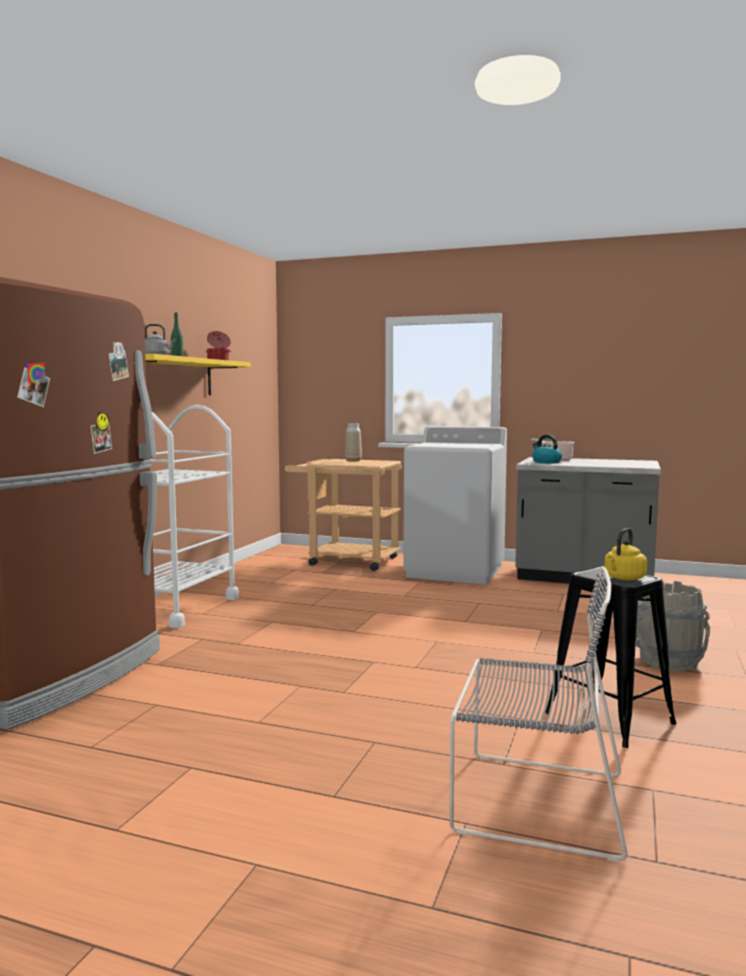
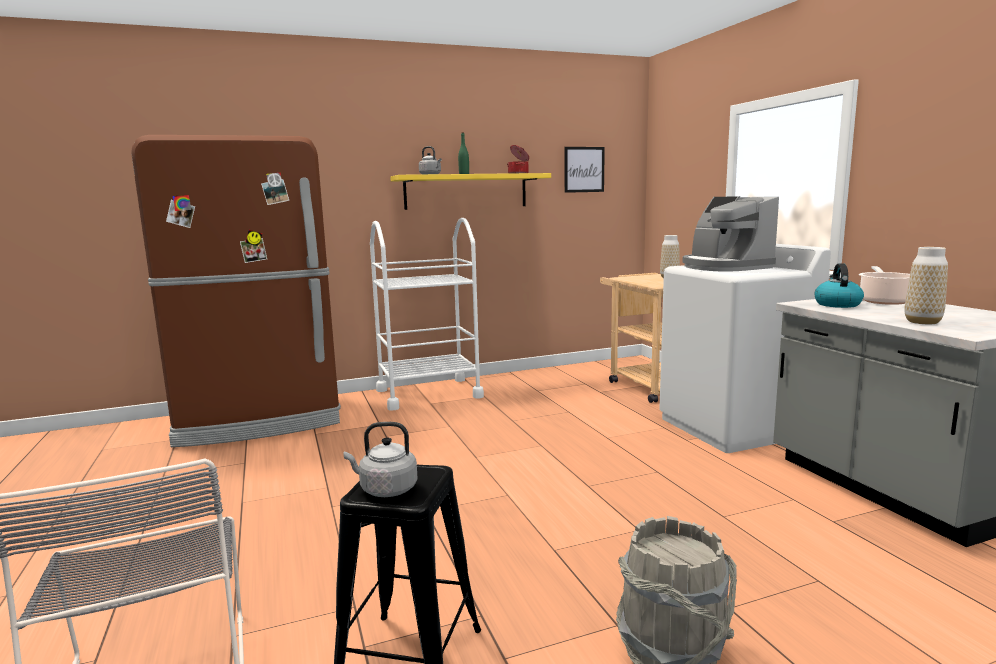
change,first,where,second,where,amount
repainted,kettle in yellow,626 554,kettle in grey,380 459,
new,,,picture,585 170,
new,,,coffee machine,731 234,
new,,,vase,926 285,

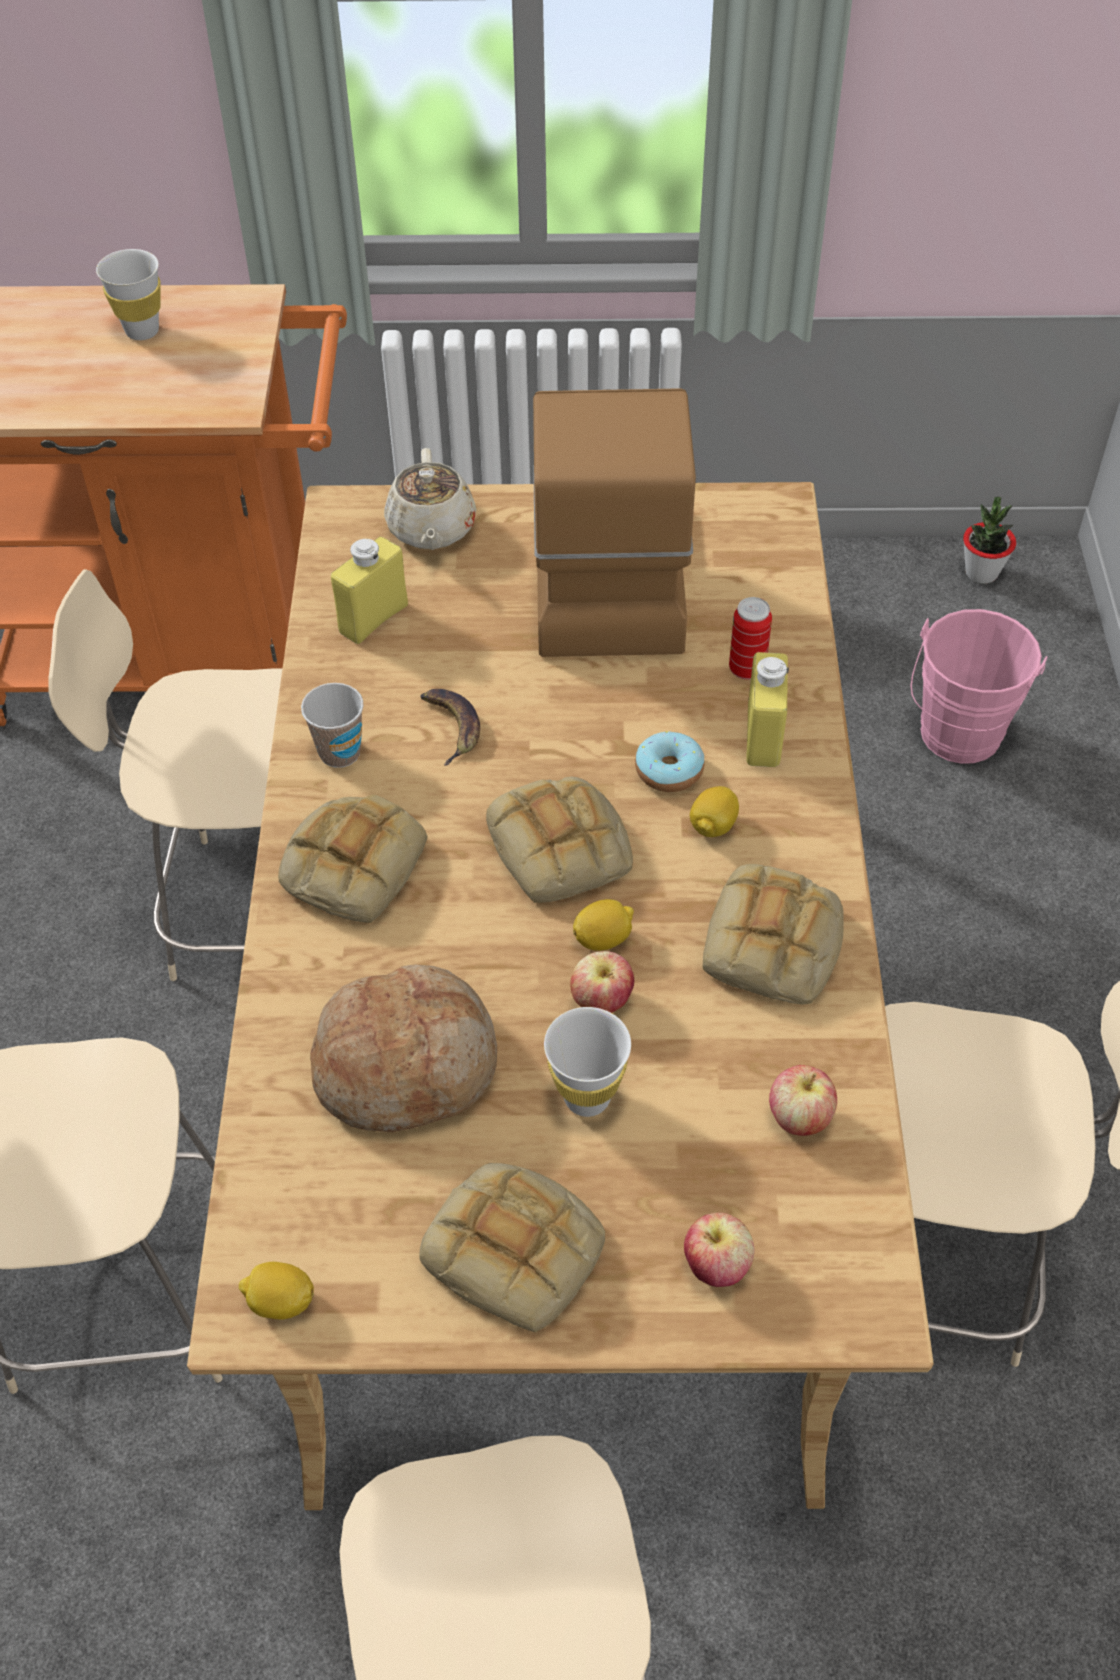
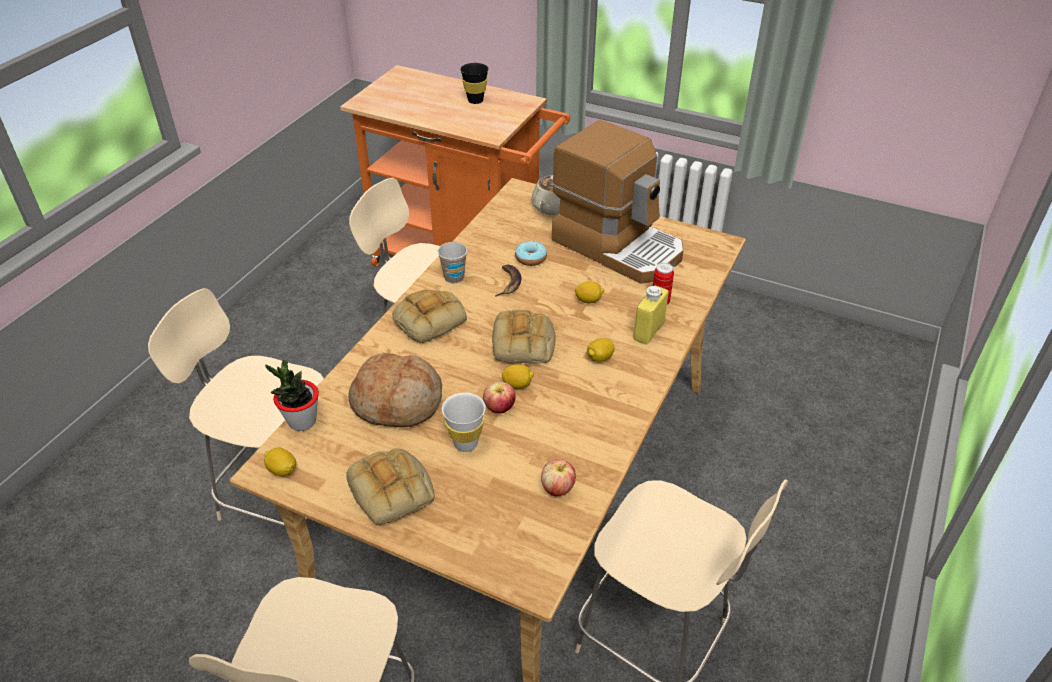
change,first,where,second,where,amount
shifted,potted plant,989 540,,292 395,
repainted,cup in white,128 294,cup in black,474 83,
shifted,donut,669 761,,531 253,
rotated,coffee machine,614 522,,617 202,105 degrees clockwise
new,,,lemon,589 292,
gone,bottle in yellow,369 590,,,
gone,apple,719 1250,,,
gone,bread,773 934,,,
gone,bucket in pink,979 686,,,

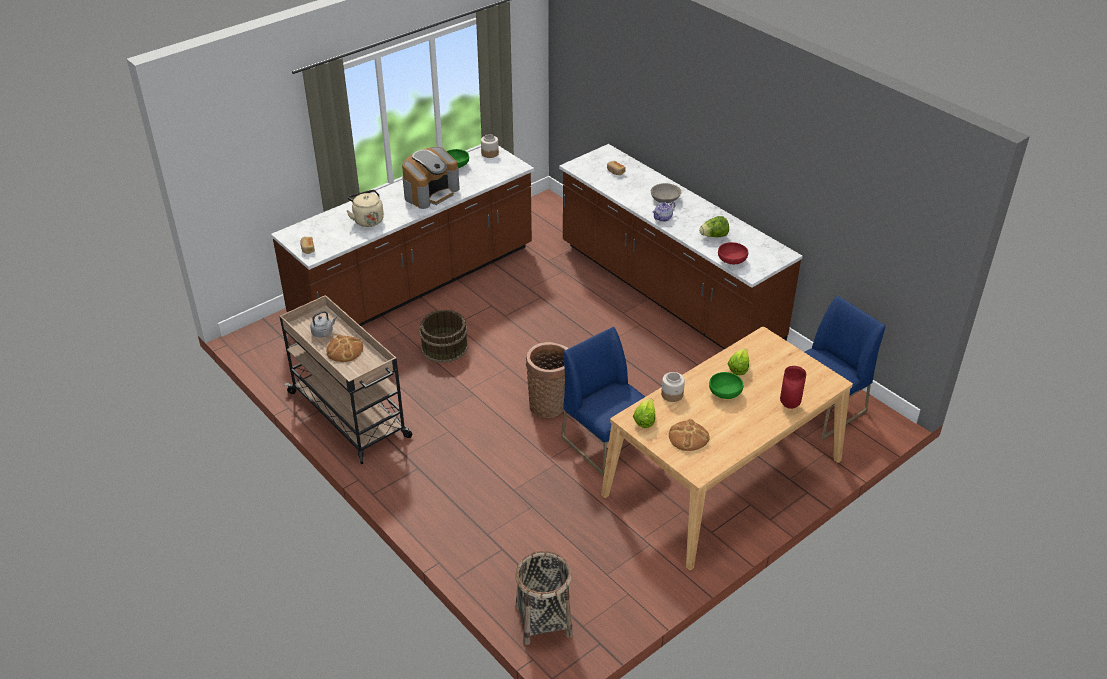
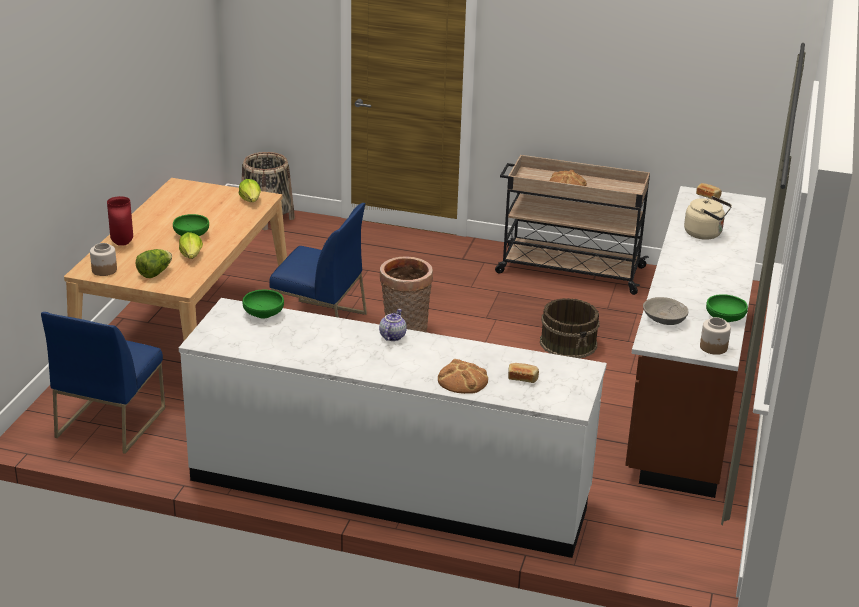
change,first,where,second,where,amount
shifted,jar,673 387,,103 259,
shifted,lettuce,714 227,,154 263,
repainted,counter in brown,681 246,counter in white,393 428,
repainted,bowl in red,733 253,bowl in green,263 304,
shifted,bread,689 435,,463 376,
shifted,bowl in grey,666 193,,665 311,
gone,kettle in grey,323 324,,,
gone,coffee machine,431 178,,,

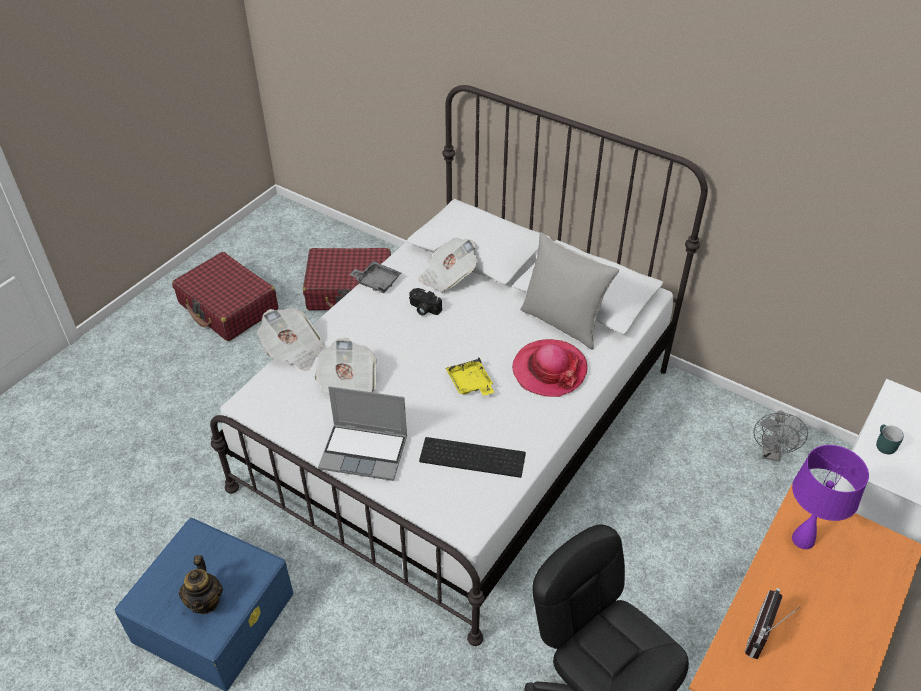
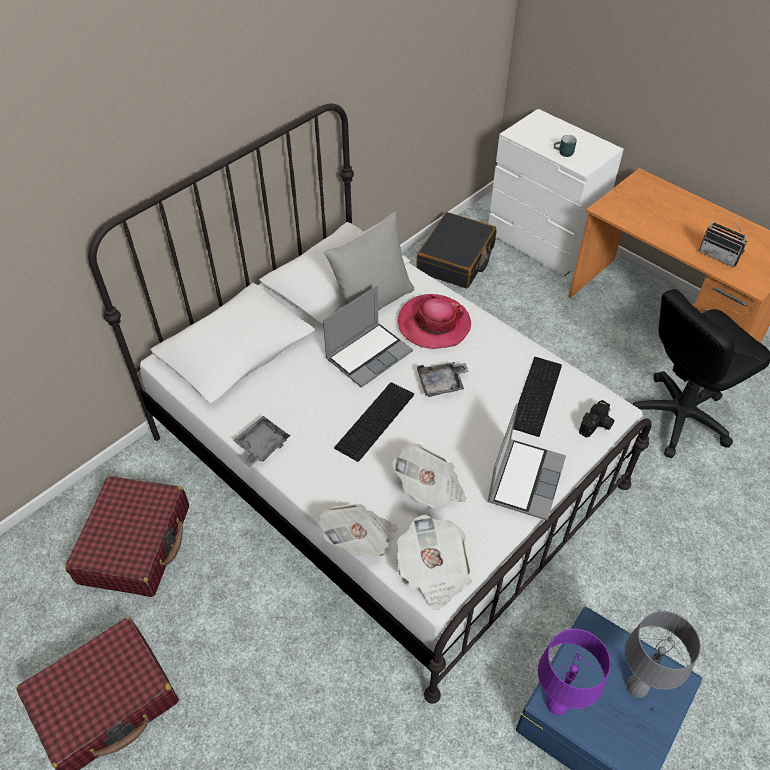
change,first,where,second,where,amount
new,,,laptop,368 336,
new,,,keyboard,374 422,
shifted,newspaper,448 265,,434 562,
swapped,fan in grey,781 436,suitcase in black,456 250,
repainted,tray in yellow,470 376,tray in grey,443 379,
shifted,table lamp in purple,830 497,,574 672,
shifted,photo camera,425 302,,597 419,
swapped,teapot,201 584,table lamp in grey,663 654,

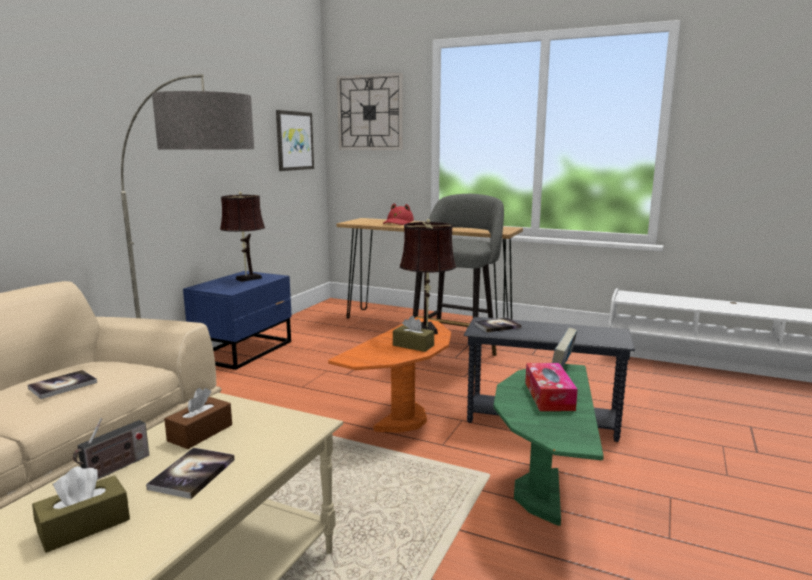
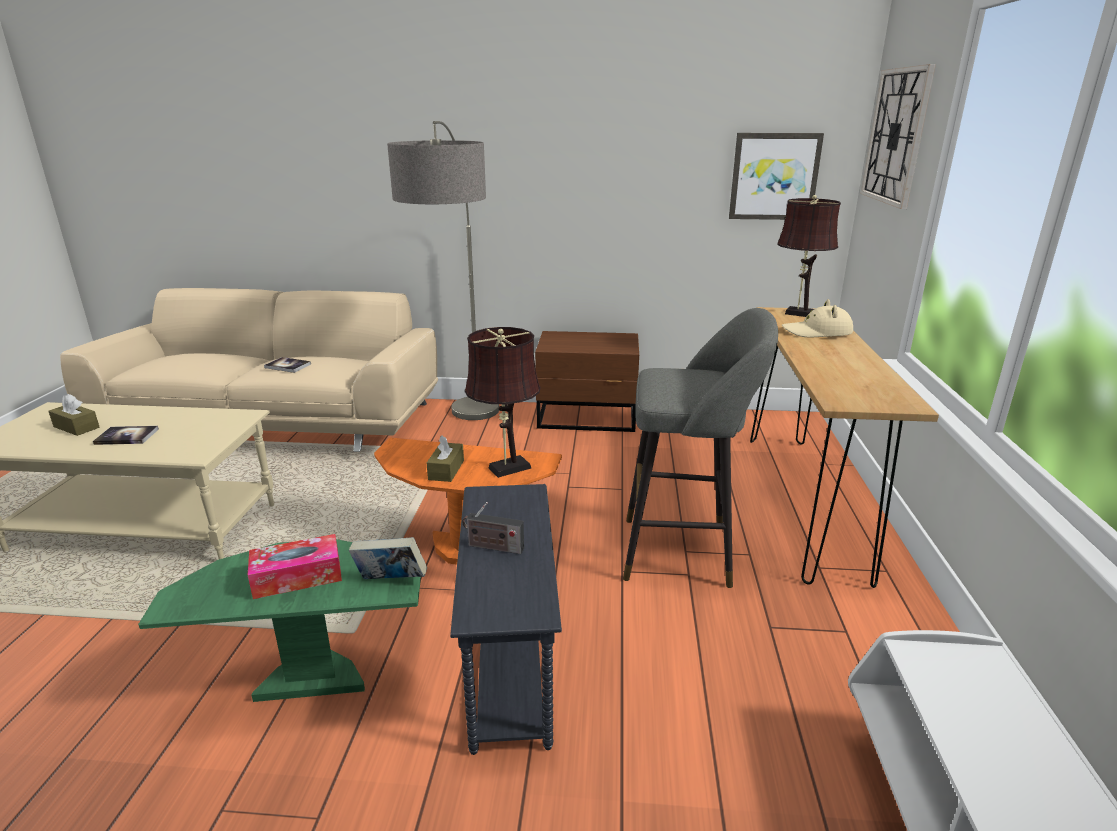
change,first,where,second,where,amount
shifted,radio,111 449,,493 528,
repainted,nightstand in blue,237 320,nightstand in brown,587 381,
shifted,table lamp in brown,242 237,,809 256,
repainted,hat in red,398 214,hat in beige,817 318,
gone,tissue box in brown,198 418,,,
gone,book,498 324,,,

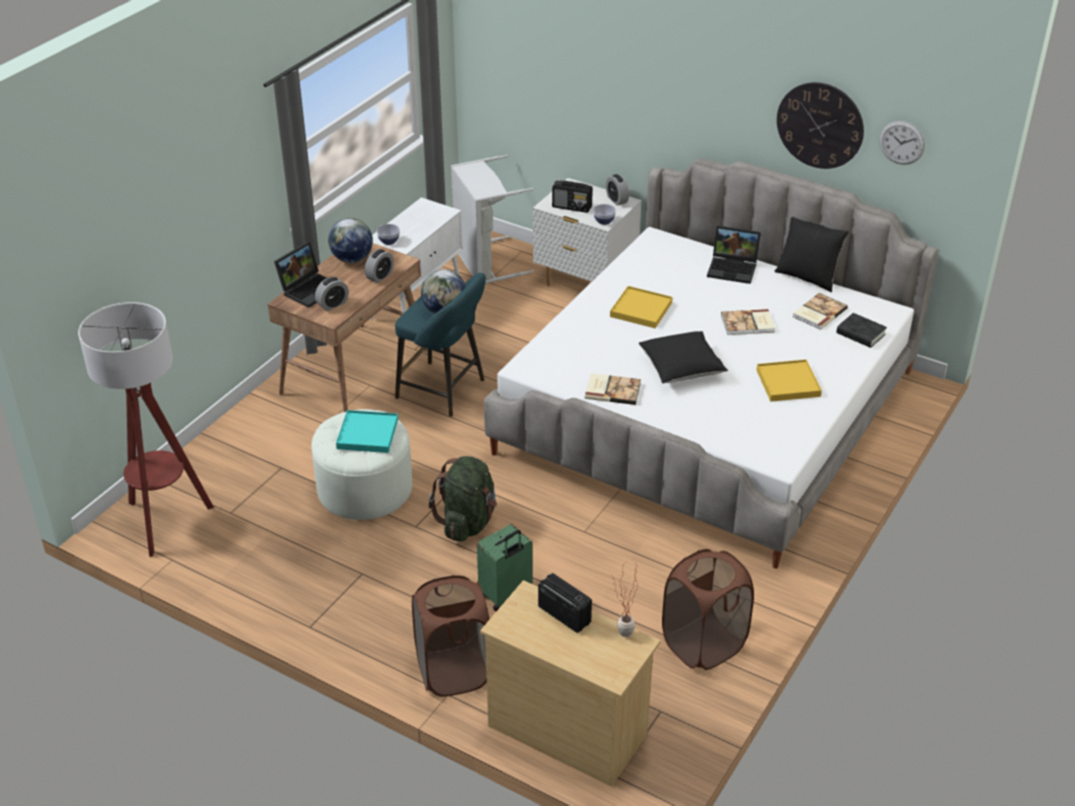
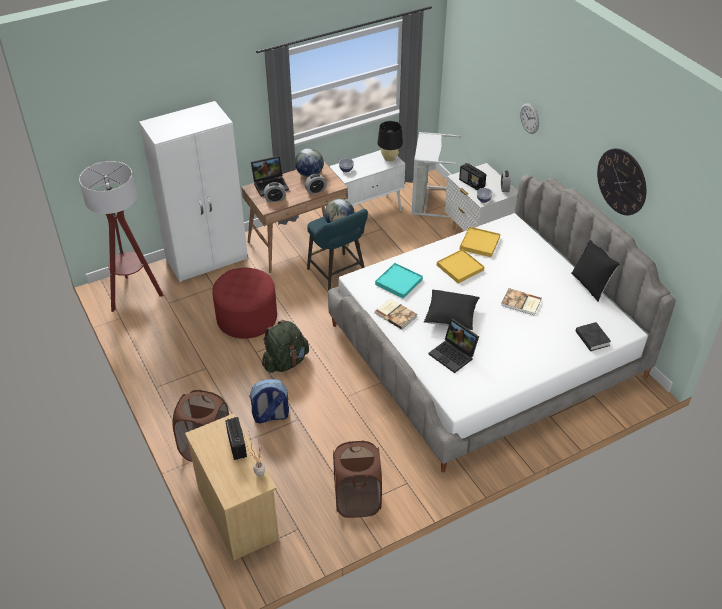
change,first,where,second,where,amount
new,,,wardrobe in white,193 191,
repainted,ottoman in white,362 464,ottoman in red,244 303,
swapped,suitcase in green,505 567,backpack,269 401,
shifted,tray in turquoise,367 431,,399 281,
new,,,table lamp in black,390 141,
shifted,laptop,734 254,,454 345,
shifted,tray in yellow,789 380,,480 242,
shifted,wall clock,902 143,,529 118,
gone,book,820 311,,,

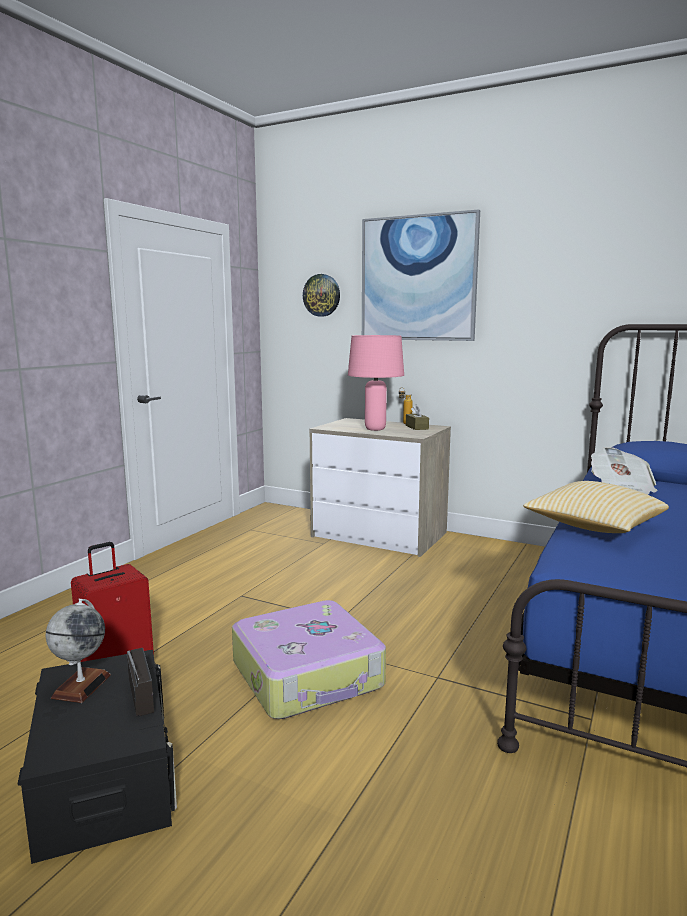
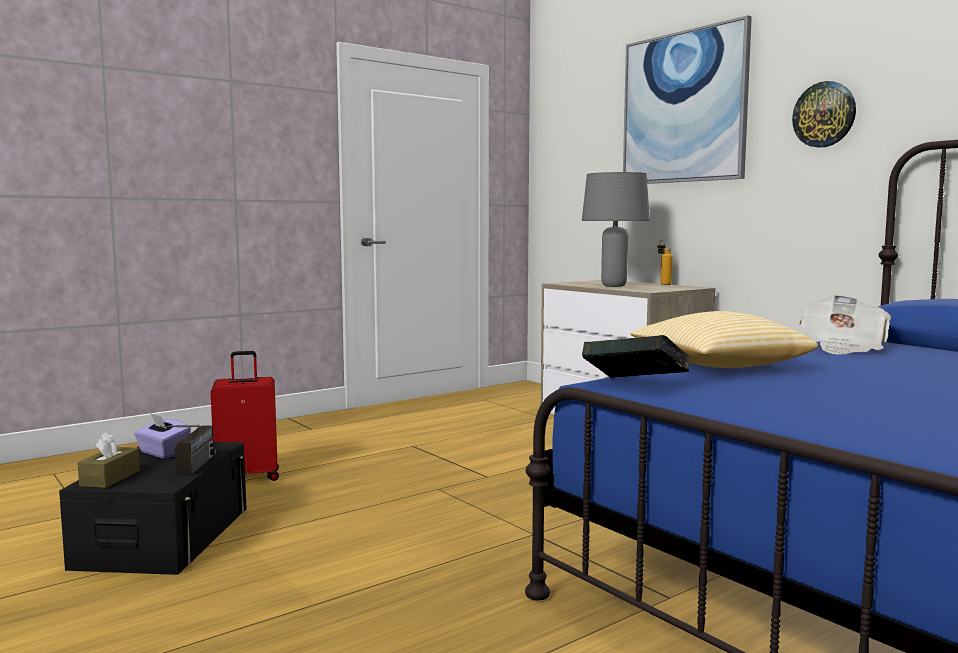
change,first,where,second,where,amount
shifted,tissue box in brown,417 417,,109 460,
swapped,globe,78 651,tissue box in purple,162 436,
repainted,table lamp in pink,376 383,table lamp in grey,616 229,
new,,,book,636 356,
shifted,wall clock,321 295,,824 114,
gone,suitcase,309 659,,,

